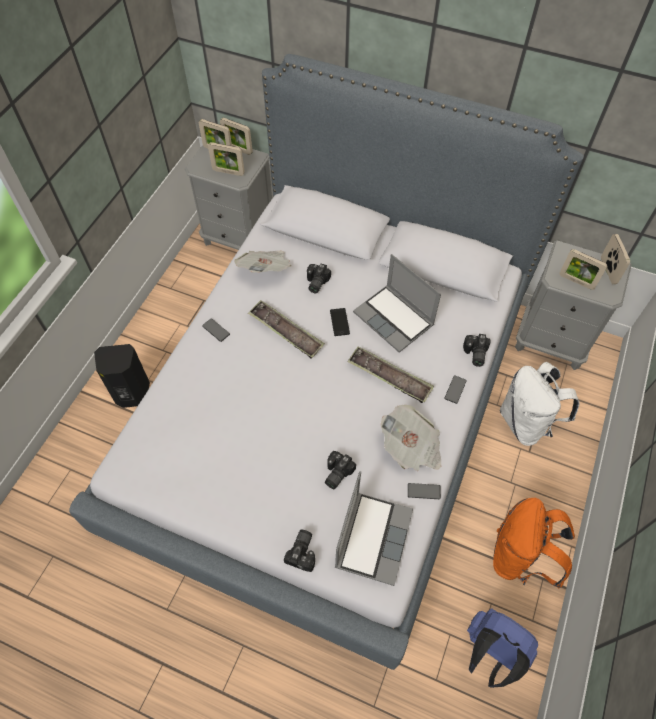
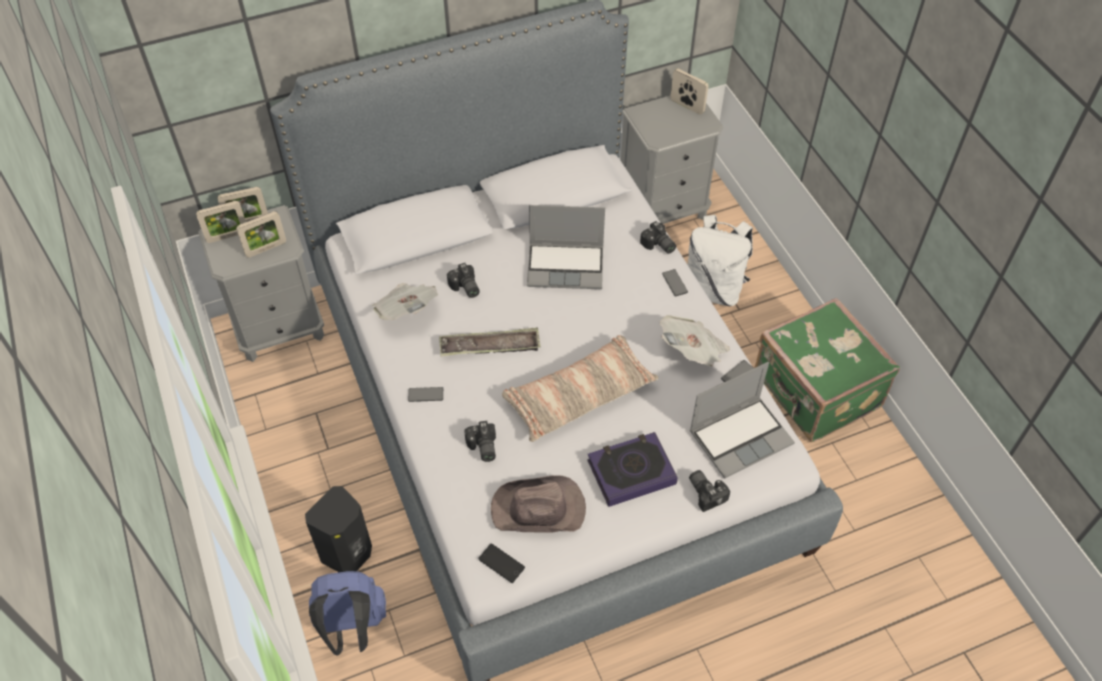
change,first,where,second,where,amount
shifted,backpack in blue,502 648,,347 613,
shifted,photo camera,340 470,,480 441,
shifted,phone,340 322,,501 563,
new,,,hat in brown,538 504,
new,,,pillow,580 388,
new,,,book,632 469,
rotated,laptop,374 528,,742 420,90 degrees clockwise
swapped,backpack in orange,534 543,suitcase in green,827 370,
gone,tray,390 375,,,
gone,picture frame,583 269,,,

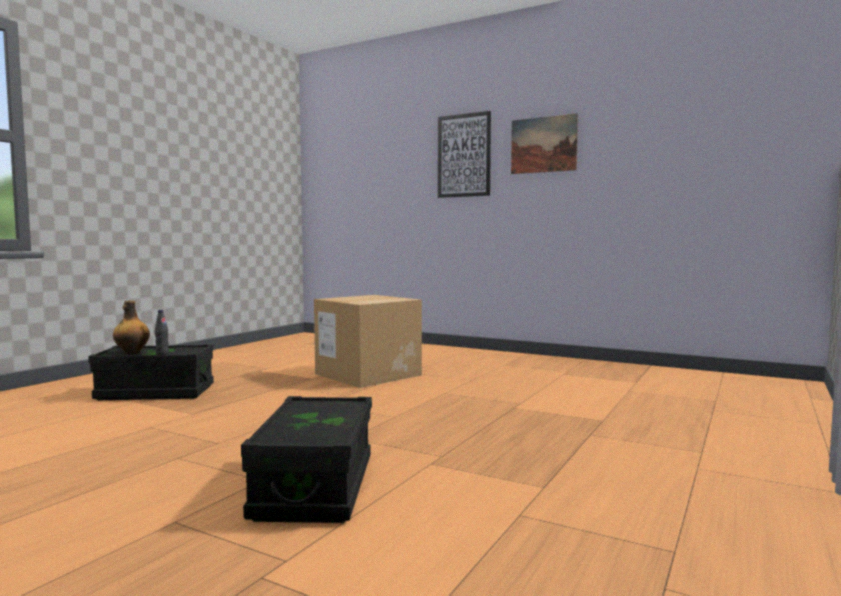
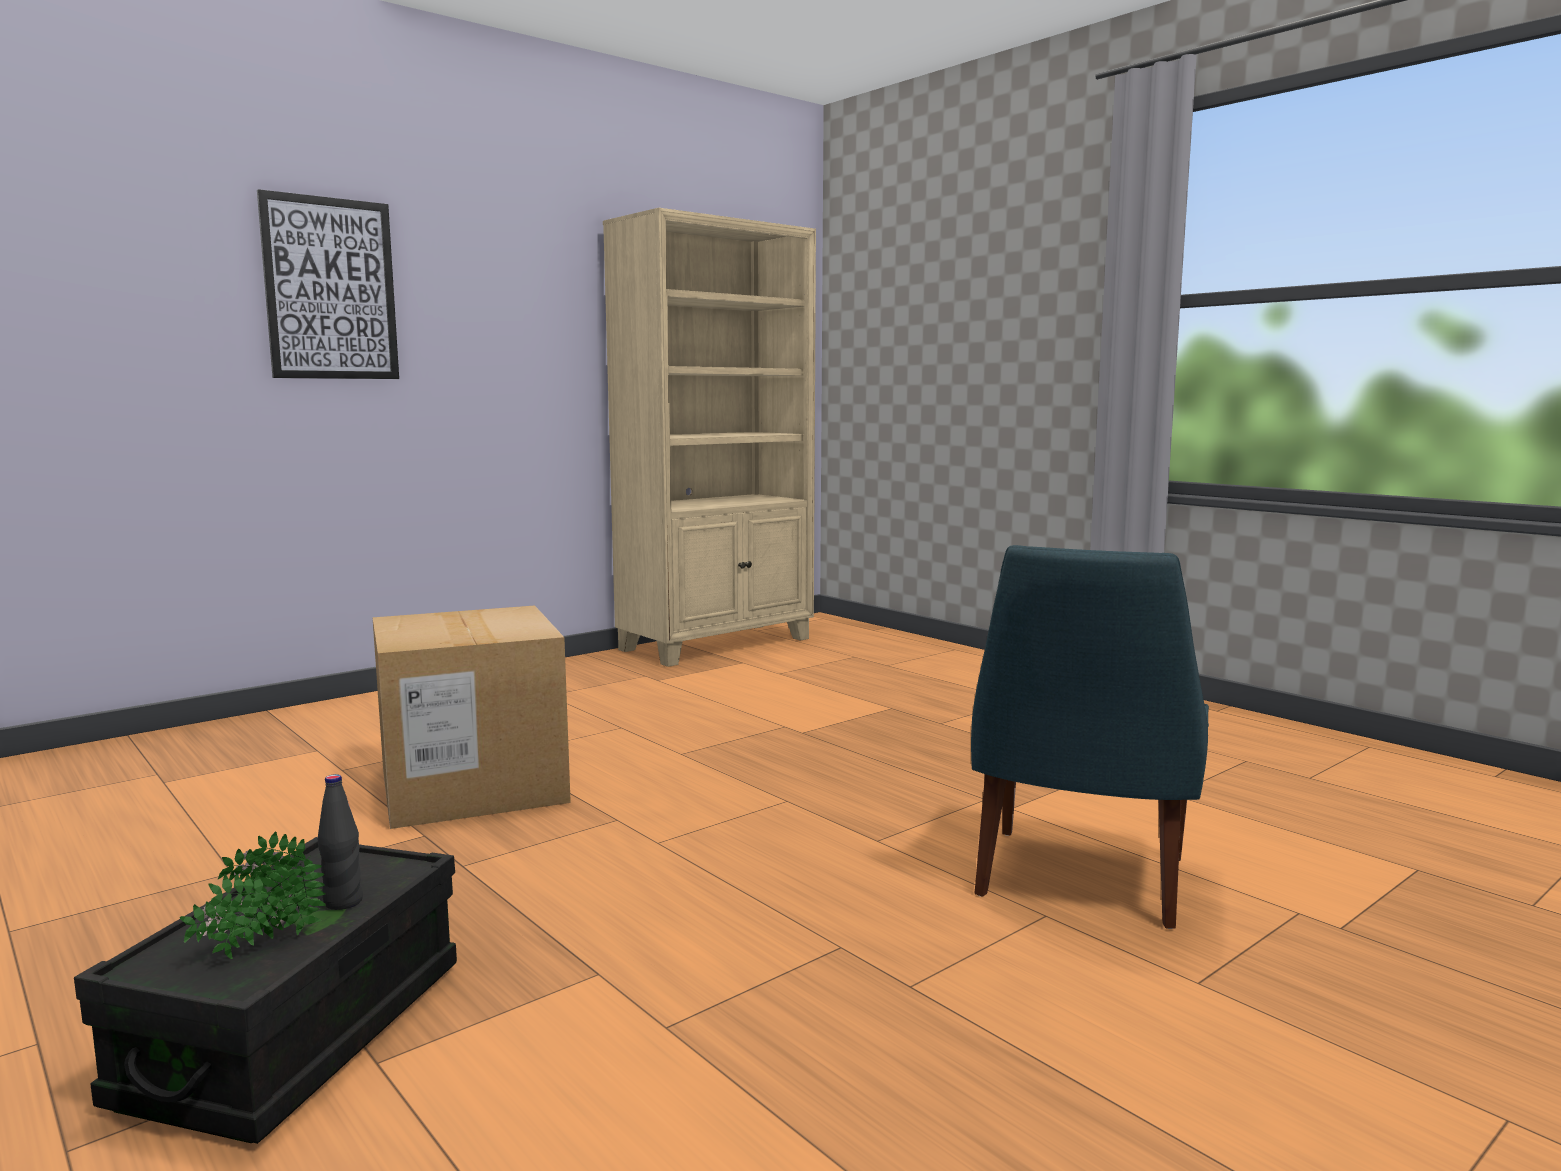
change,first,where,second,where,amount
swapped,bottle,131 327,potted plant,253 895,
new,,,bookcase in beige,709 437,
swapped,storage box in black,306 459,chair in blue,1090 737,
gone,picture,544 143,,,

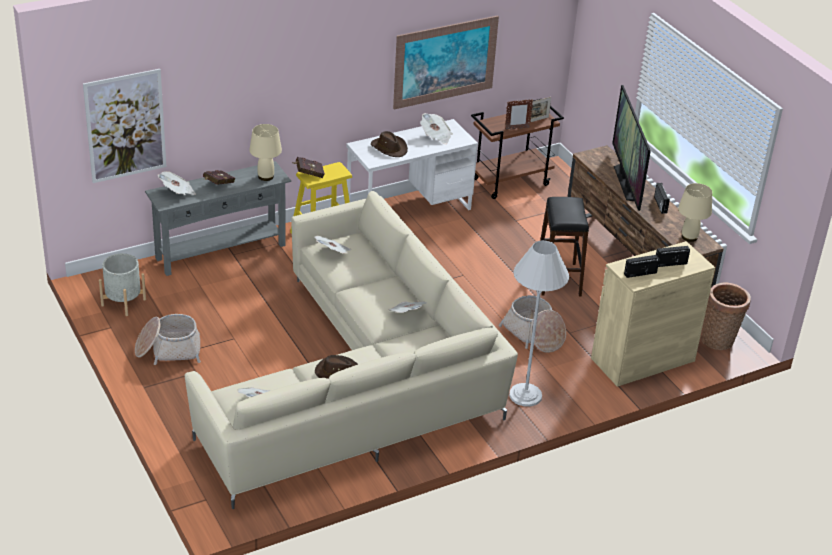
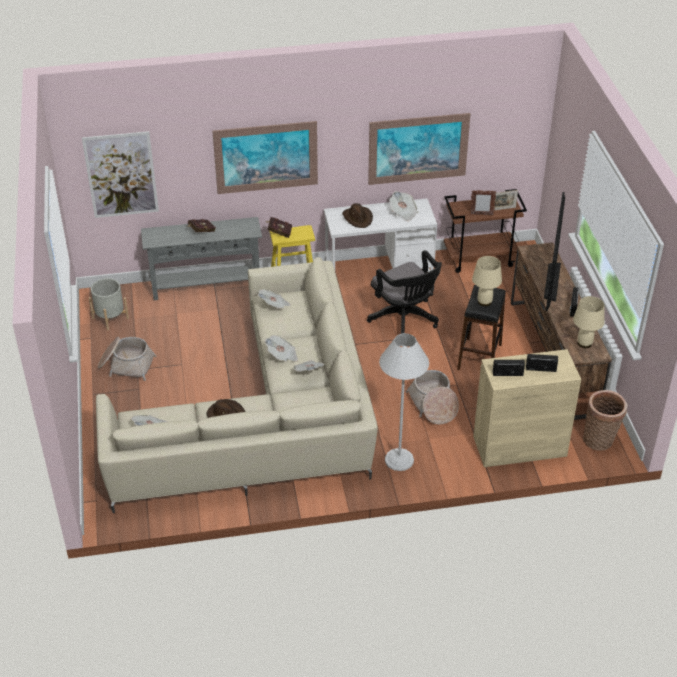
change,first,where,second,where,amount
new,,,picture,265 157,
shifted,newspaper,177 183,,281 348,
new,,,office chair in black,404 292,
shifted,table lamp in beige,265 152,,487 281,

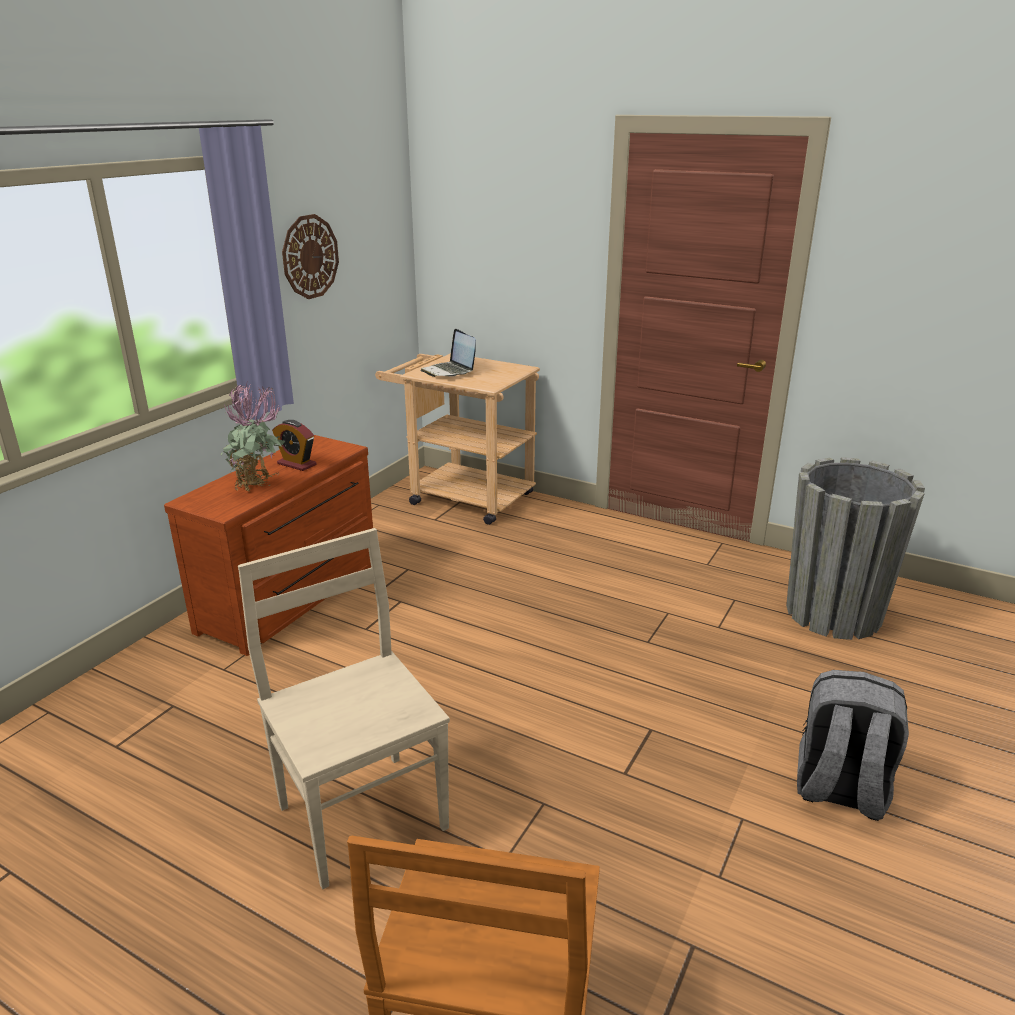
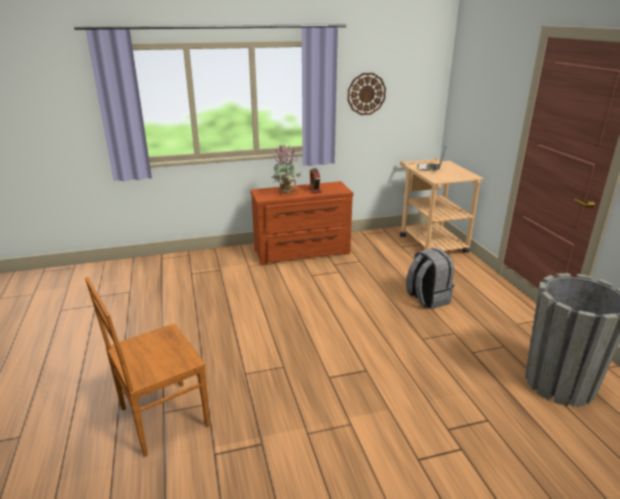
change,first,where,second,where,amount
shifted,backpack in grey,853 745,,430 278,
gone,chair in beige,344 709,,,

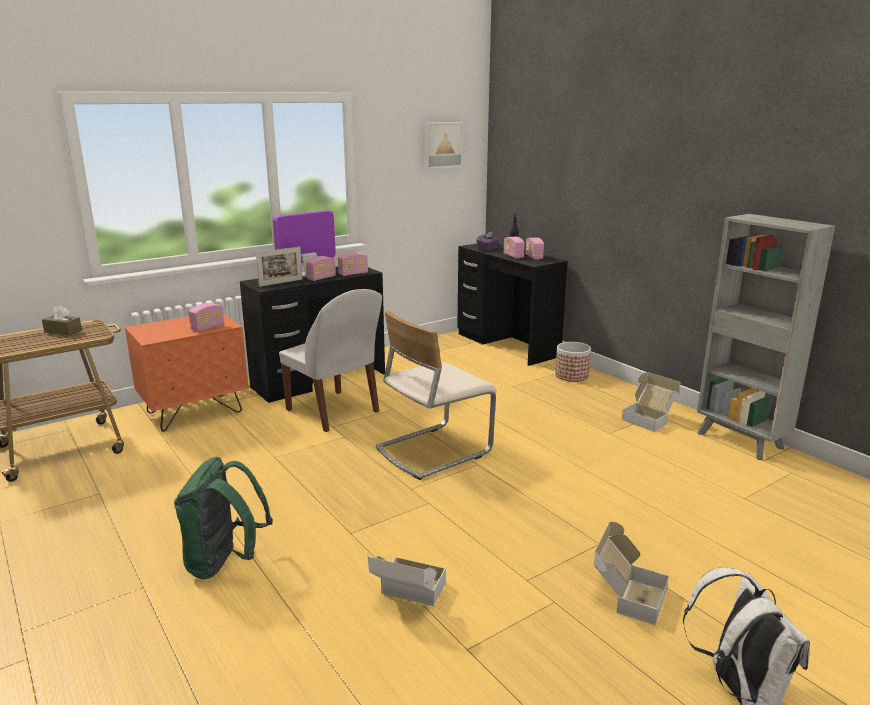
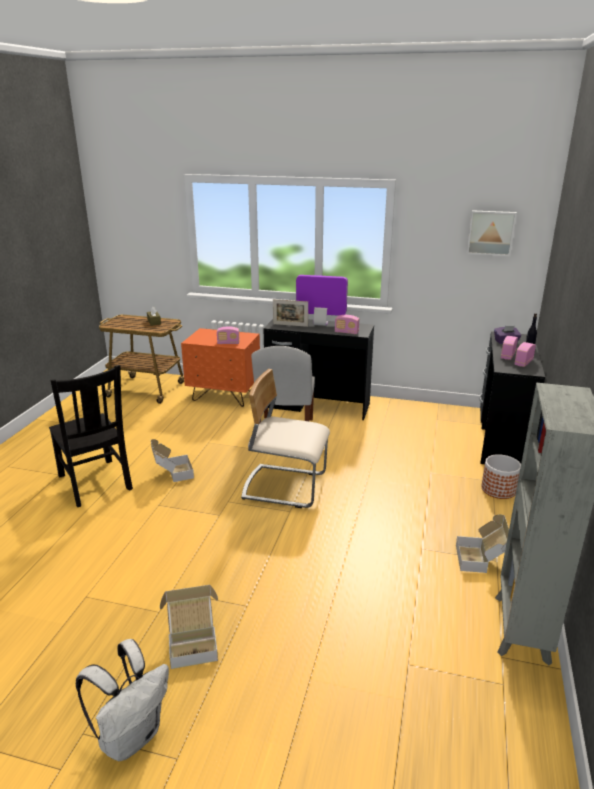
change,first,where,second,where,amount
swapped,backpack in green,223 518,chair in black,91 436,
shifted,cardboard box,407 580,,172 460,
gone,radio,321 268,,,

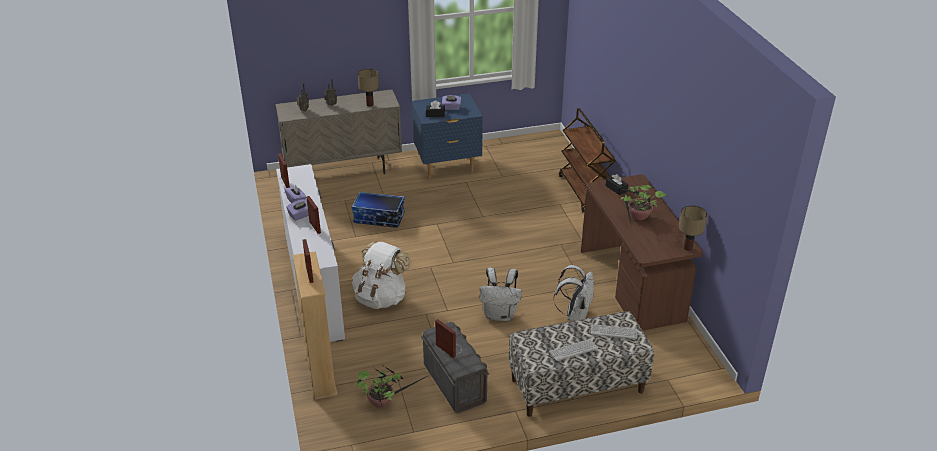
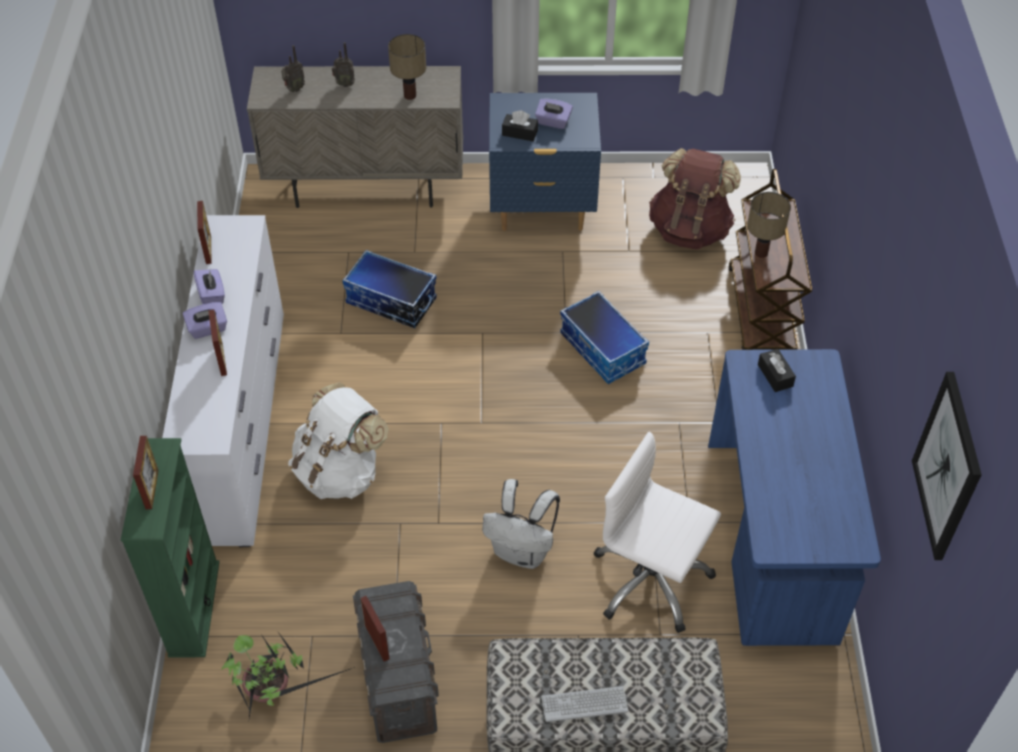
change,first,where,second,where,amount
repainted,bookcase in beige,315 325,bookcase in green,170 547,
new,,,storage box,604 337,
swapped,backpack in white,573 293,office chair in white,657 532,
new,,,backpack in brown,695 199,
repainted,desk in brown,642 252,desk in blue,794 497,
shifted,table lamp,693 228,,769 225,
new,,,picture,947 466,
gone,keyboard,614 331,,,
gone,potted plant,639 205,,,

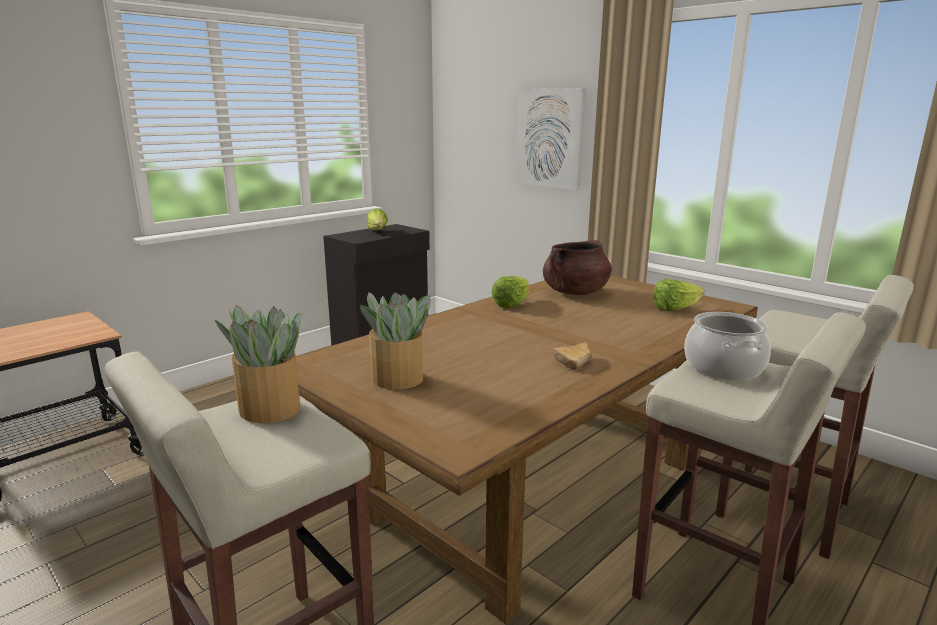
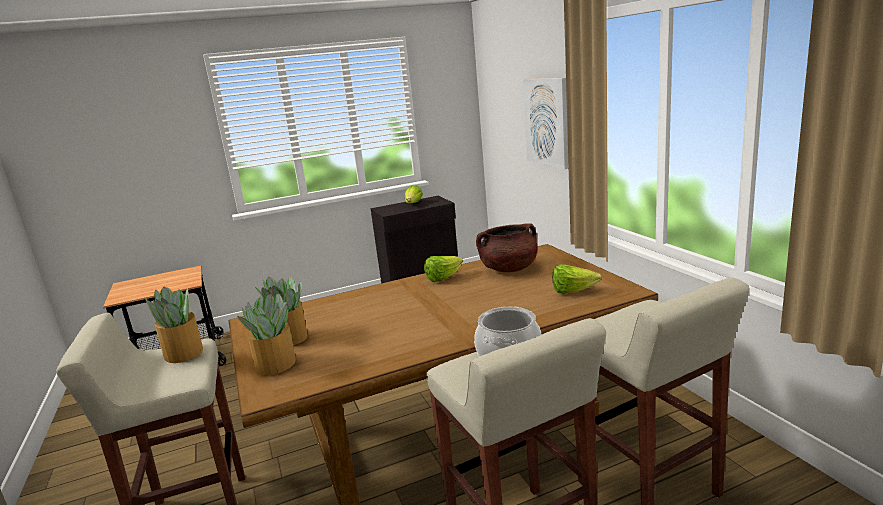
change,first,where,second,where,amount
new,,,potted plant,266 335,
gone,bread,572 356,,,

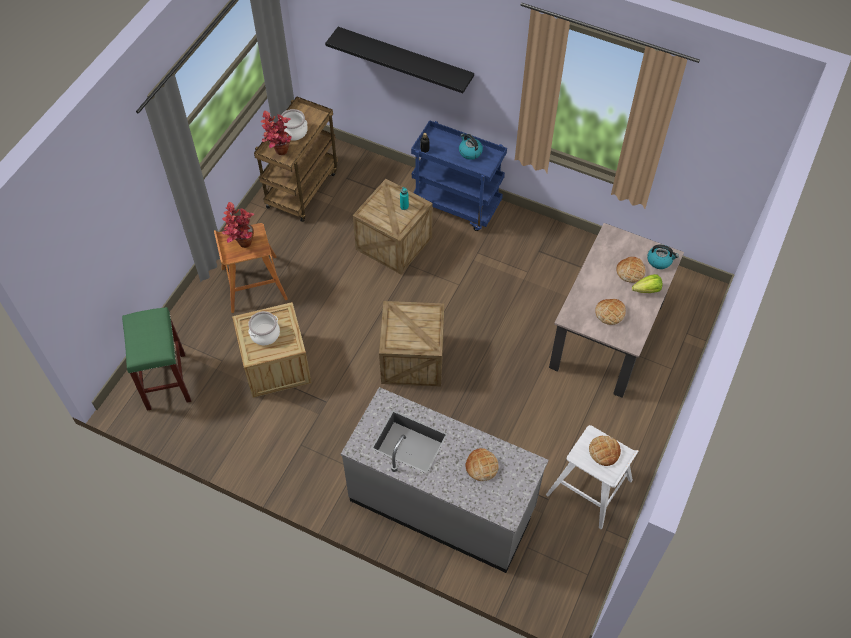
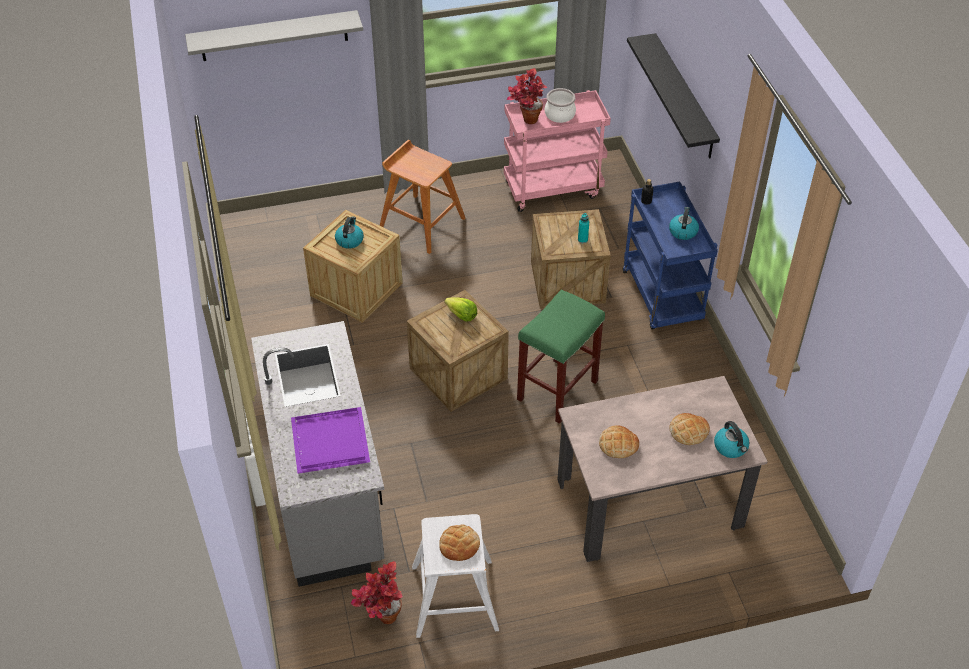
change,first,where,second,where,amount
new,,,shelf in grey,274 35,
swapped,bread,482 464,tray in purple,330 440,
swapped,cooking pot,264 328,kettle,349 233,
shifted,potted plant,238 225,,377 592,
shifted,lettuce,647 283,,461 309,
repainted,cart in brown,296 159,cart in pink,557 151,
shifted,stool in green,156 359,,561 357,

